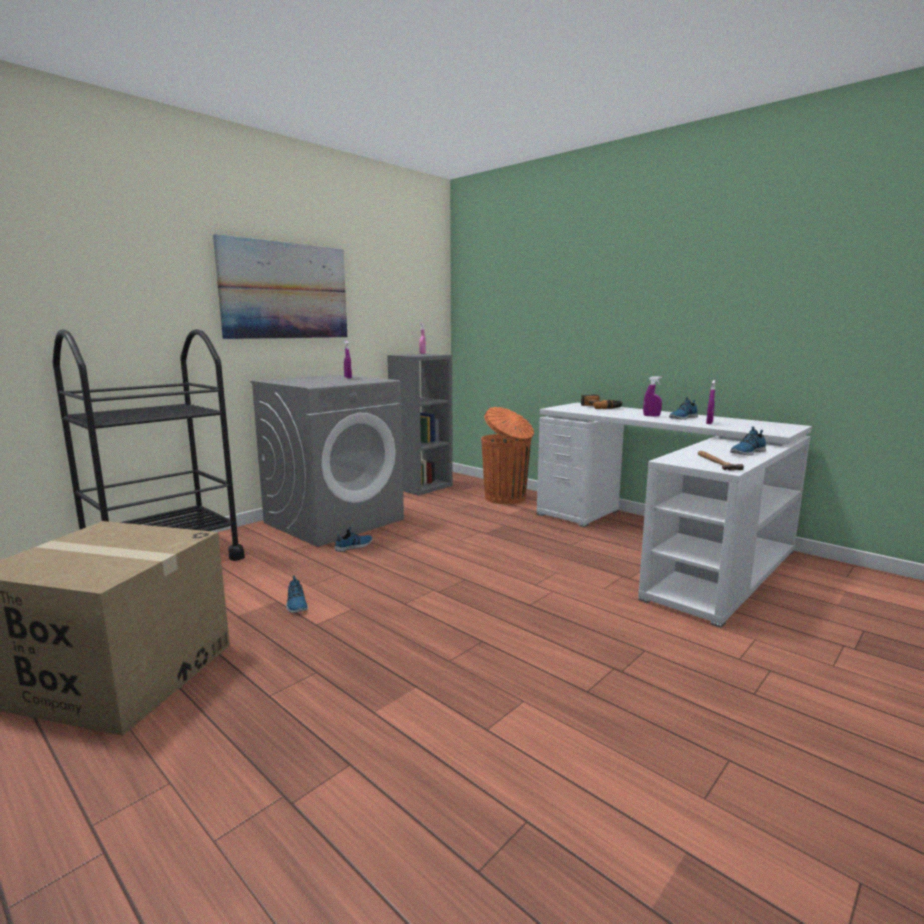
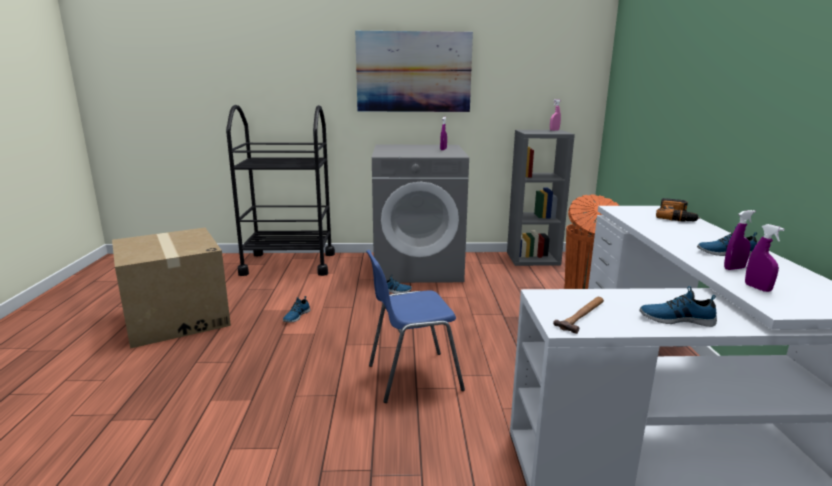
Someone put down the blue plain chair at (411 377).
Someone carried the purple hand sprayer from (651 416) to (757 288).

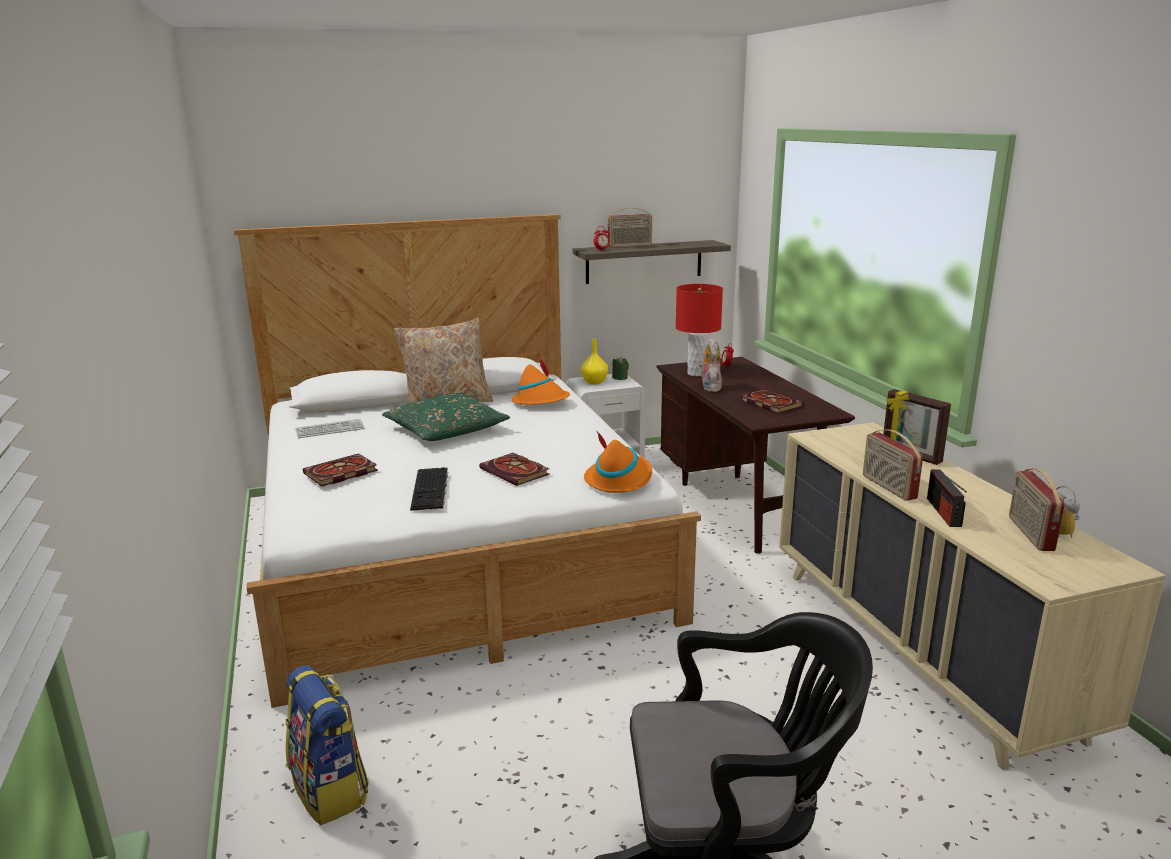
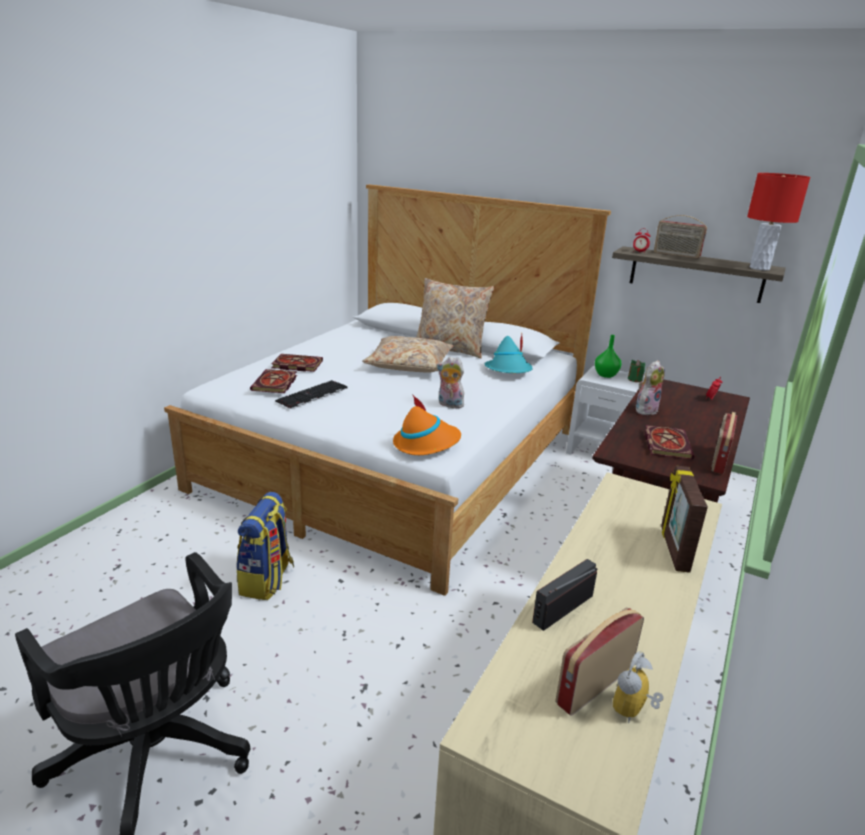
Someone carried the knapsack from (331 790) to (267 580).
Someone carried the volume from (516 472) to (275 384).
Someone repainted the green throw pillow at (446 430), which became the beige-coloured throw pillow at (409 365).
Someone put down the soft toy at (449 405).
Someone repainted the orange-coloured hat at (541 401), which became the turquoise hat at (509 370).
Someone repainted the yellowish decorative vase at (594 382), which became the green decorative vase at (605 375).
Someone carried the radio set from (888 487) to (719 460).
Someone carried the red-coloured lamp for a table from (696 373) to (759 268).
Someone took away the keyboard at (330 430).

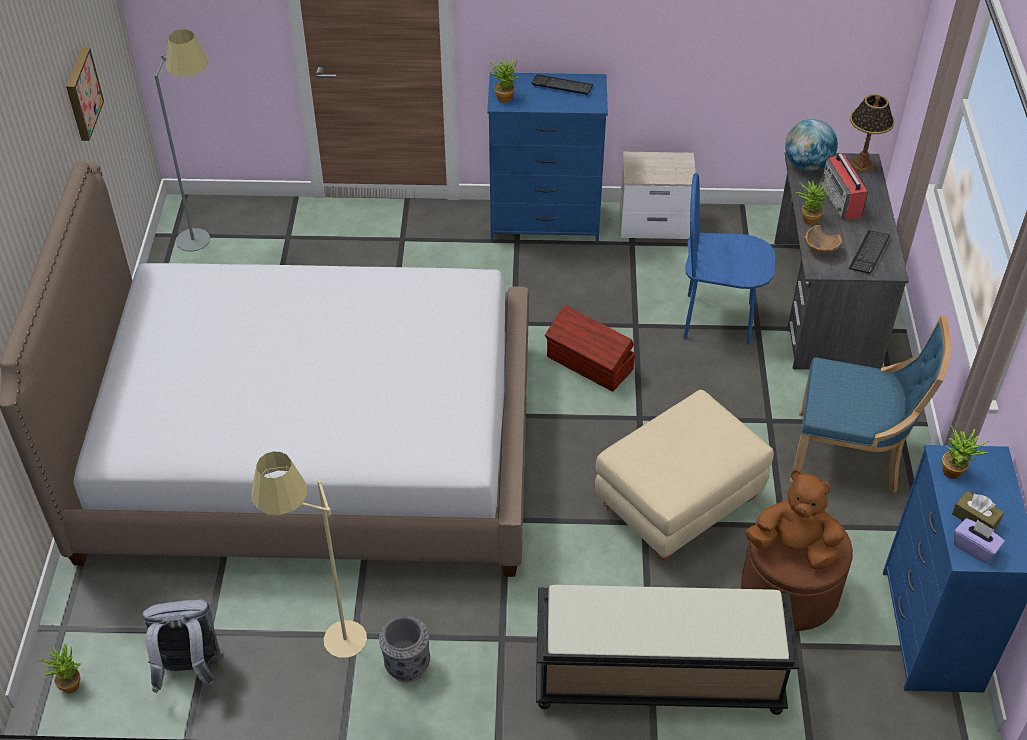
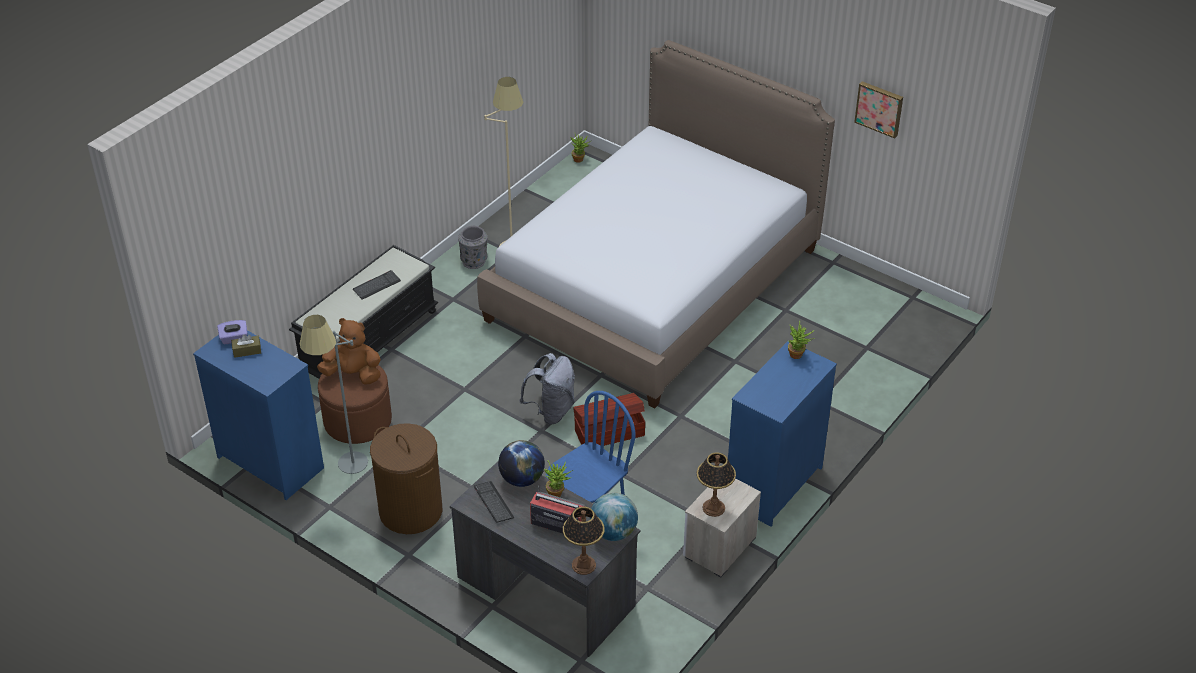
Someone carried the greyish floor lamp from (208 237) to (346 472).
Someone rotated the brownish soft toy at (793 547) by 135 degrees counterclockwise.
Someone carried the keyboard from (562 85) to (376 286).
Someone swapped the blue plain chair at (851 456) for the brownish laundry basket at (410 511).
Someone swapped the brownish serving bowl at (820 250) for the globe at (522 479).
Someone carried the greyish knapsack from (190 670) to (551 411).
Someone put down the lamp for a table at (714 508).
Someone took away the beige-coloured pouffe at (678 508).
Someone took away the plant in a pot at (955 471).

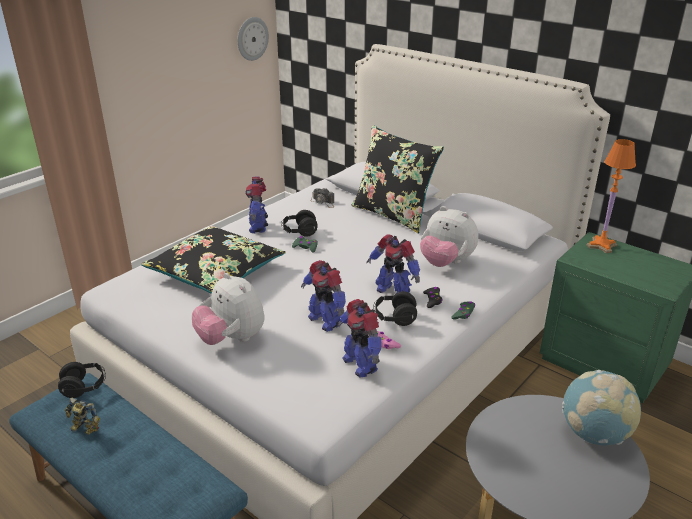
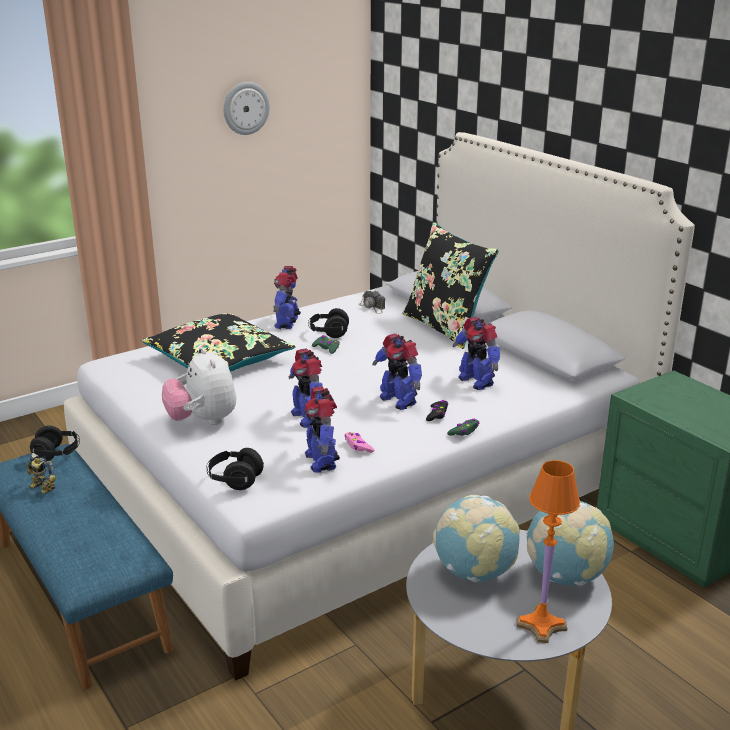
Someone carried the black headset from (394 318) to (234 480).
Someone carried the hanging clock from (252 38) to (245 108).
Someone put down the globe at (474 573).
Someone swapped the soft toy at (446 263) for the toy robot at (476 381).
Someone carried the orange-coloured lamp for a table from (601 245) to (541 625).

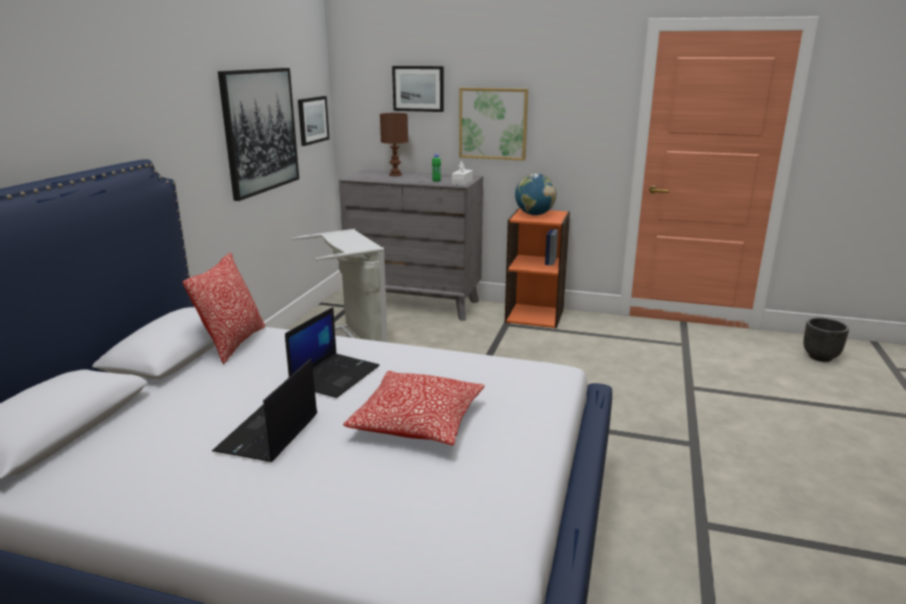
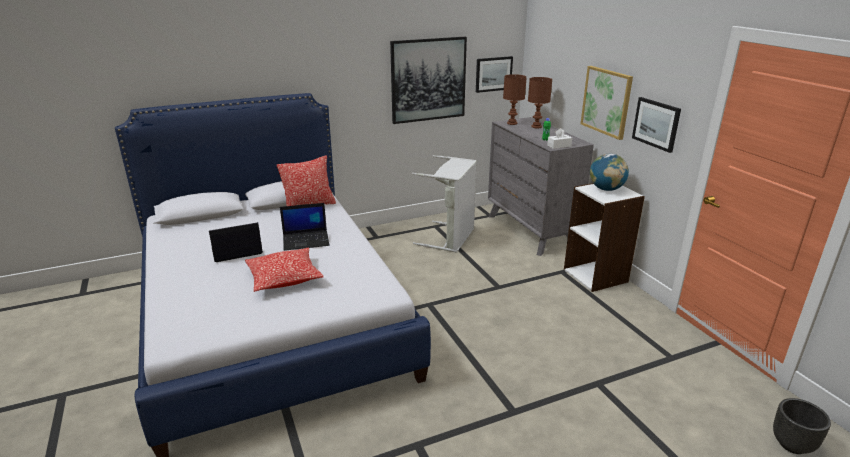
Someone put down the brownish lamp for a table at (512 123).
Someone repainted the orange-coloured bookshelf at (535 315), which became the white bookshelf at (596 275).
Someone carried the wall art from (418 88) to (656 124).

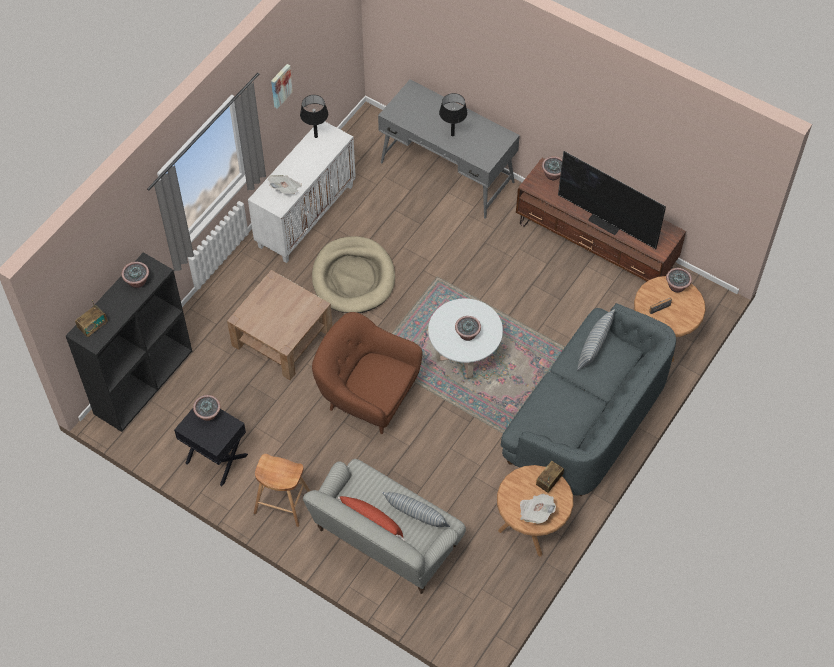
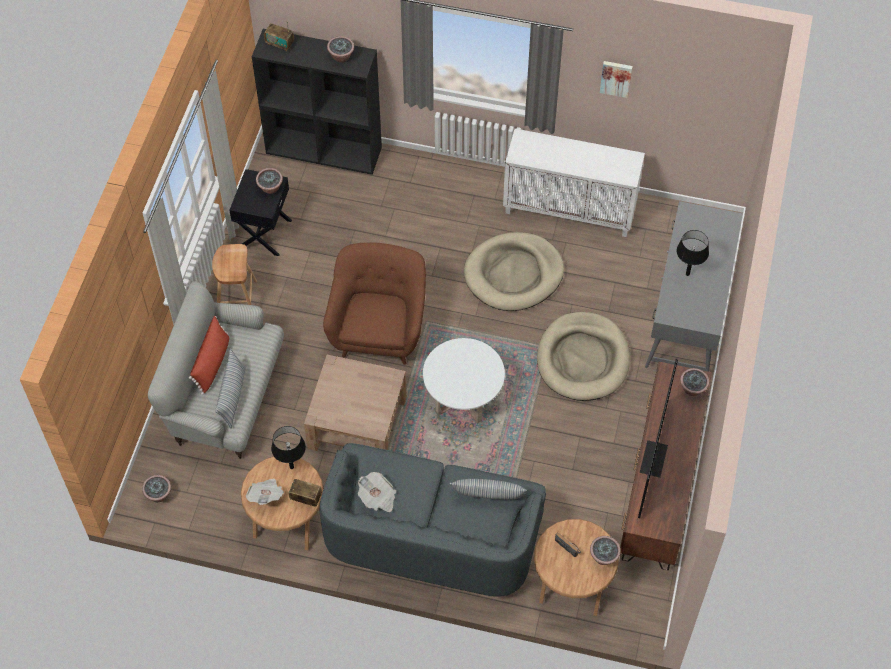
Someone carried the plant in a pot from (467 334) to (159 495).
Someone carried the black lamp for a table from (316 136) to (291 467).
Someone carried the brownish coffee table from (282 337) to (357 422).
Someone carried the printed paper from (285 189) to (377 498).
Someone put down the beige-coloured pet bed at (583 359).

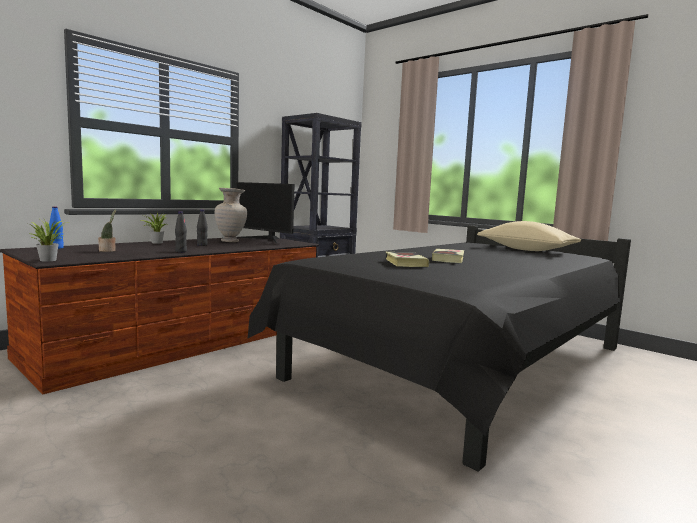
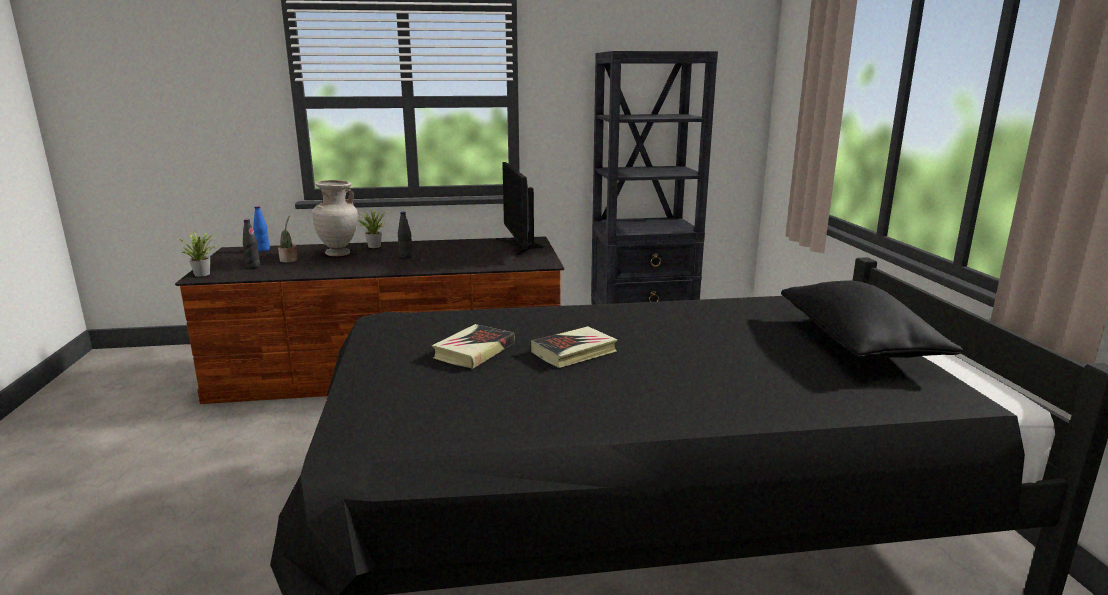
Someone carried the black bottle from (181 251) to (253 266).
Someone carried the beige-coloured decorative vase from (230 241) to (339 254).
Someone repainted the beige-coloured throw pillow at (526 250), which became the black throw pillow at (857 343).

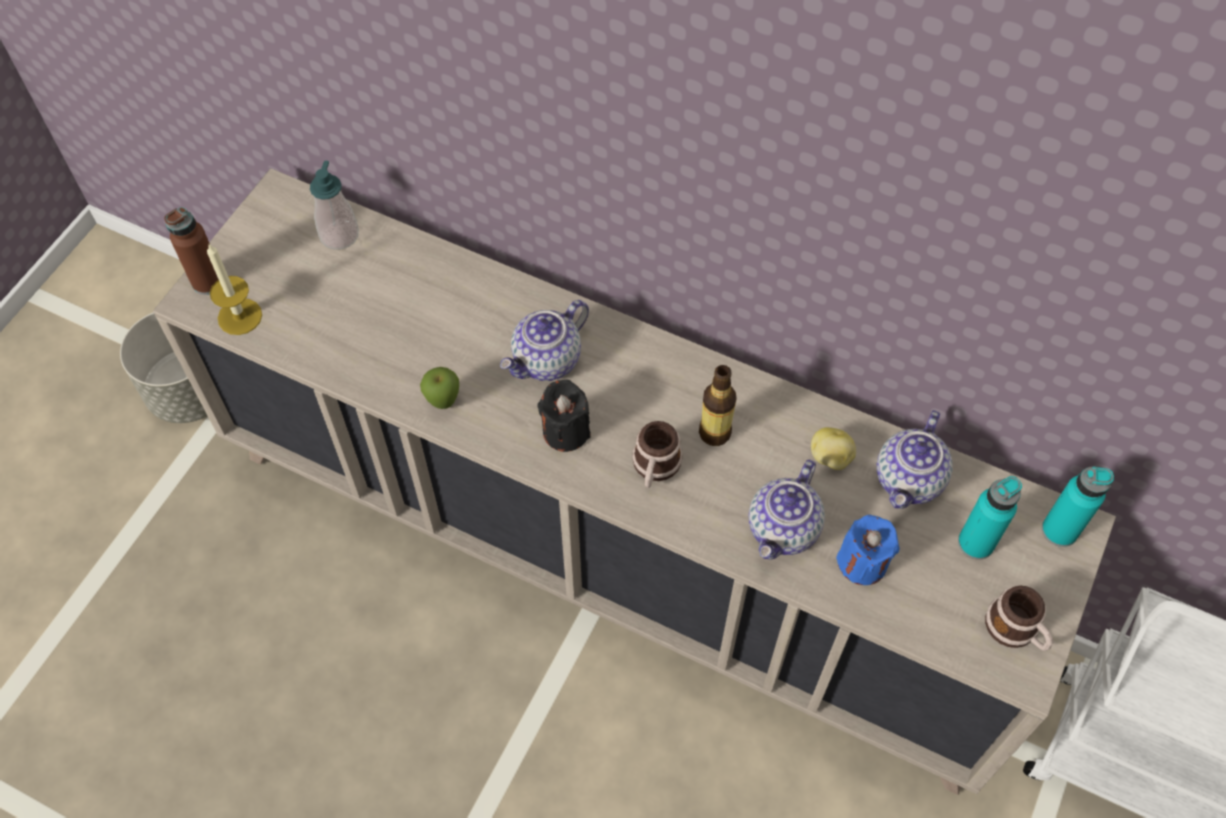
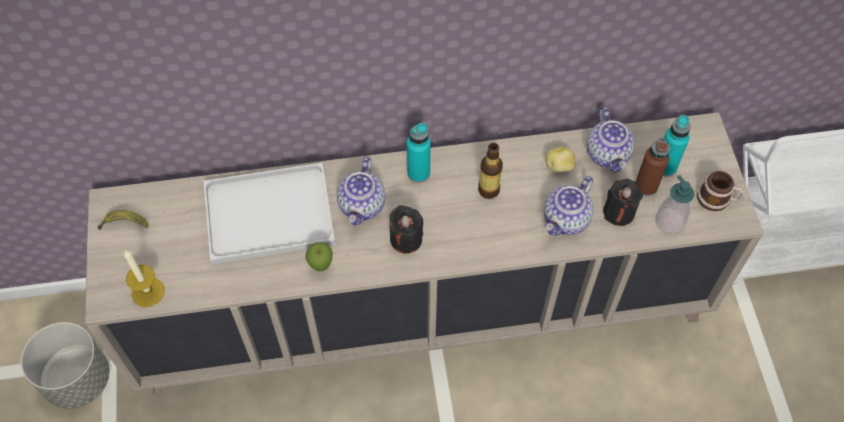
Someone put down the whole banana at (124 224).
Someone put down the white serving tray at (271 213).
Someone carried the turquoise bottle from (1059 530) to (418 173).
Someone rotated the pot for tea at (784 530) by 45 degrees clockwise.
Someone repainted the blue candle at (862 562), which became the black candle at (619 212).
Someone carried the brownish bottle from (208 282) to (646 186).
Someone carried the soap bottle from (339 235) to (669 222).
Someone took away the mug at (655 467).

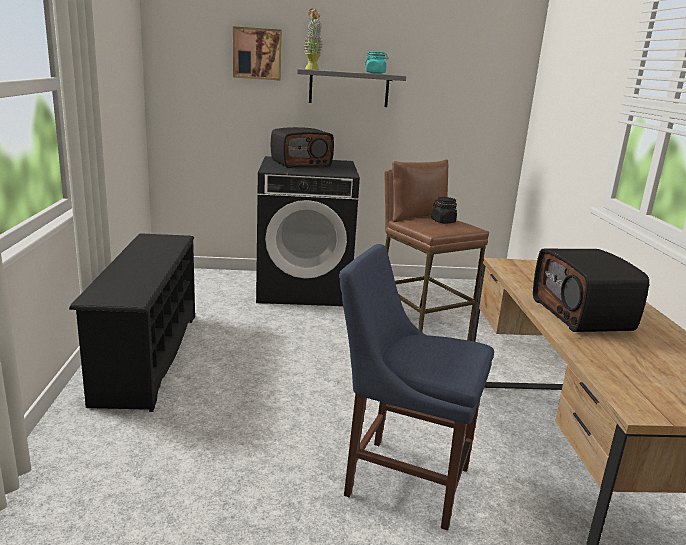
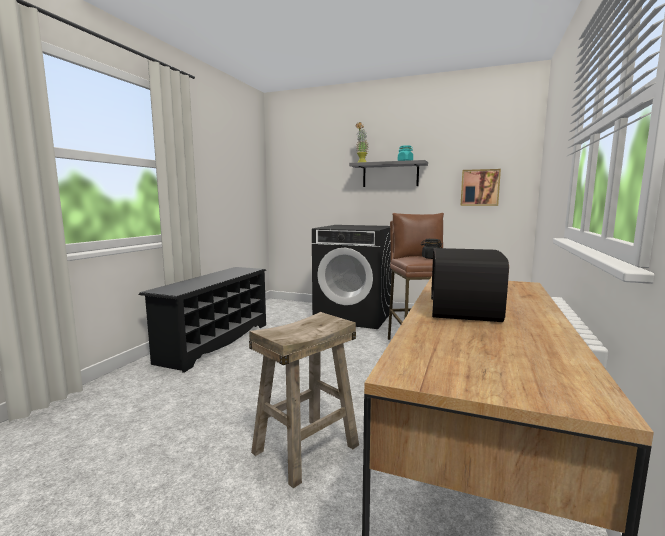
Someone swapped the blue plain chair at (401 478) for the beige-coloured stool seat at (305 448).
Someone carried the wall art from (257 53) to (480 187).
Someone took away the radio set at (301 164).

